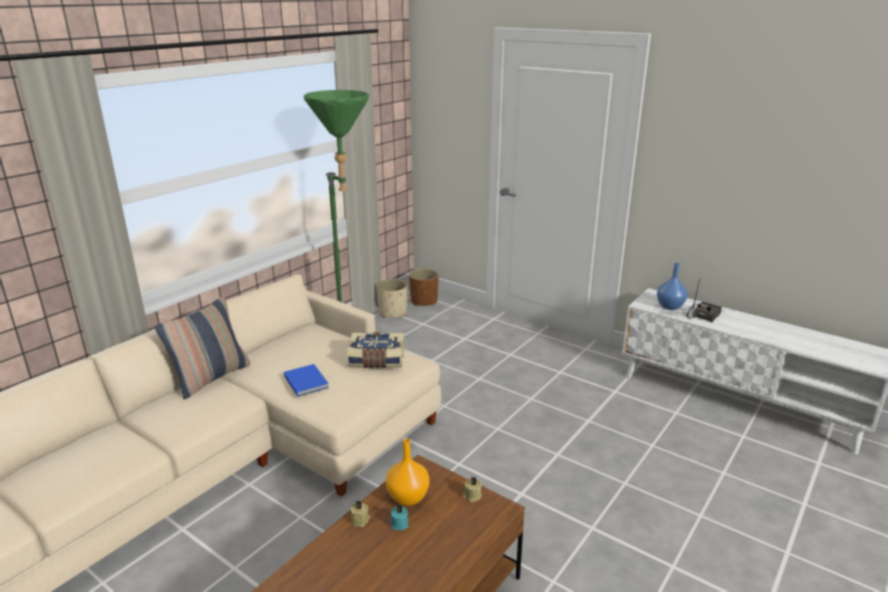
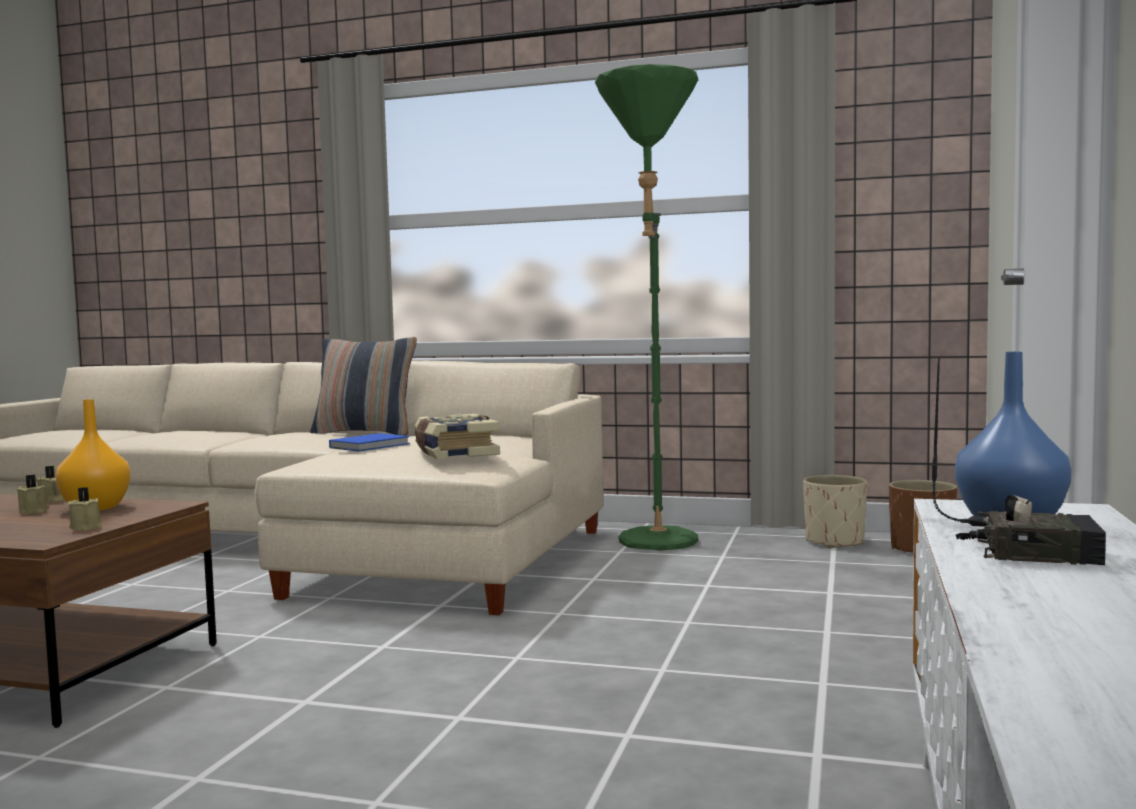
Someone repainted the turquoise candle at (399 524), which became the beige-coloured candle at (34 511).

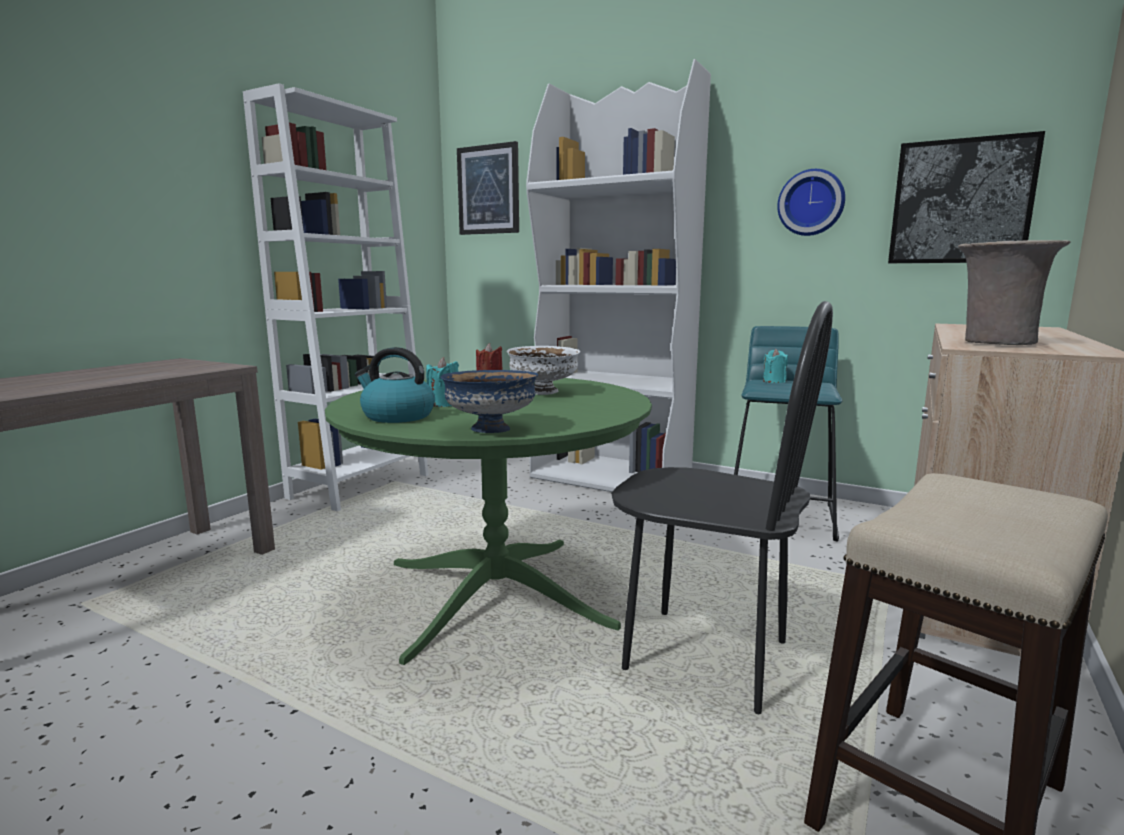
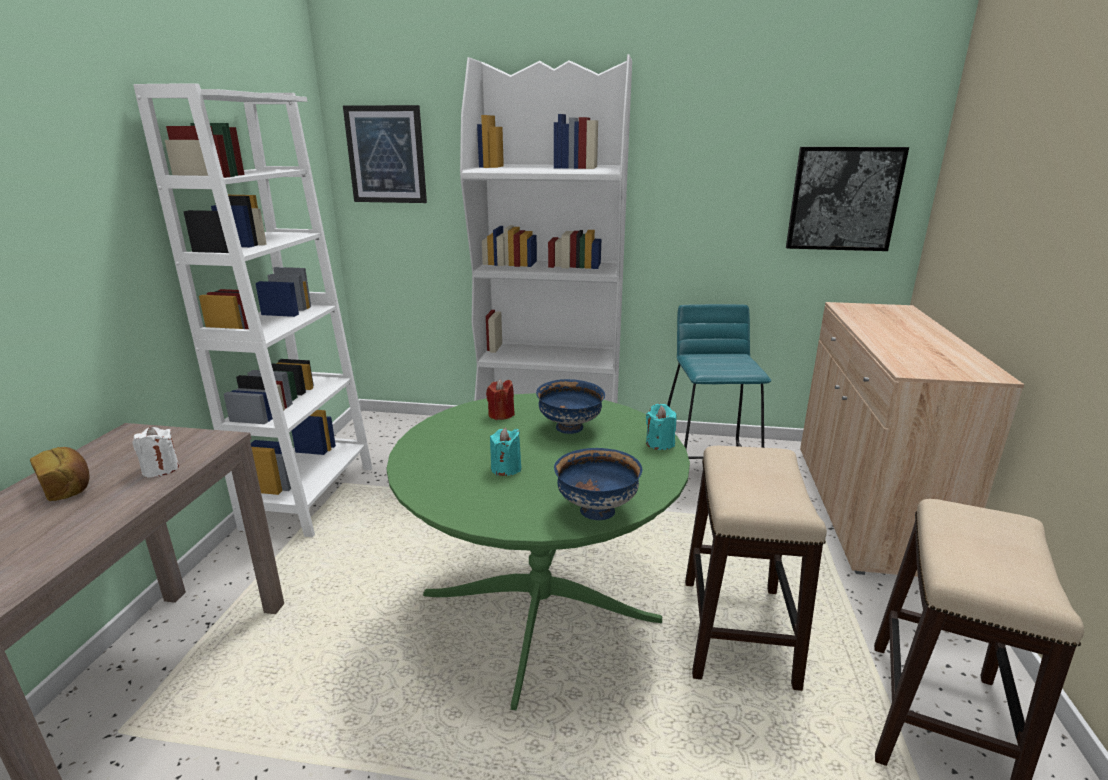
Someone put down the bread at (67 487).
Someone put down the white candle at (160 469).
Someone repainted the white serving bowl at (544 392), which became the blue serving bowl at (570 428).
Someone carried the turquoise candle from (774 381) to (659 443).
Someone swapped the black plain chair at (706 656) for the stool seat at (737 631).
Someone took away the water kettle at (397 416).
Someone took away the hanging clock at (811 203).
Someone took away the beige-coloured decorative vase at (996 343).

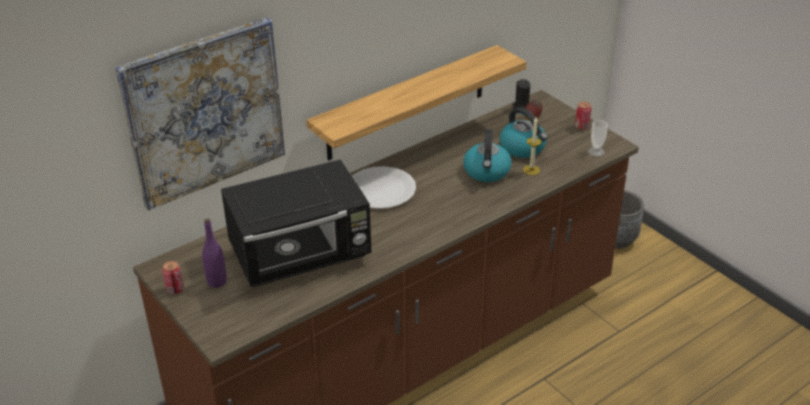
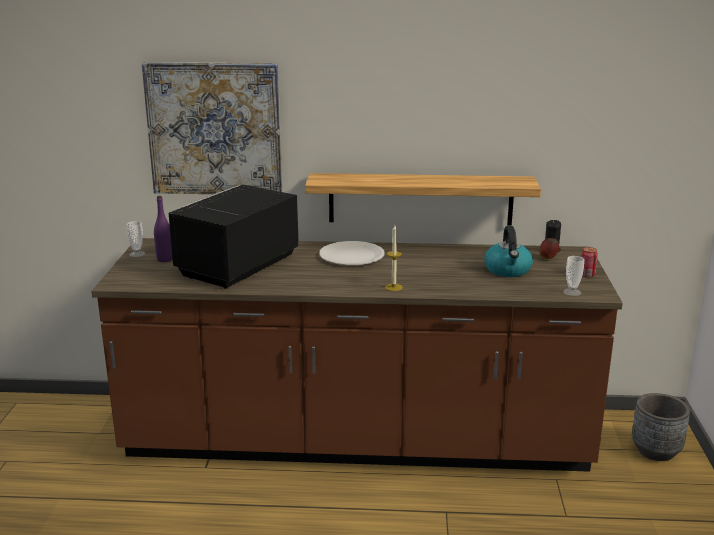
Someone swapped the metal can at (175 289) for the small cup at (137 254).
Someone rotated the black kitchen microwave at (302 256) by 105 degrees clockwise.
Someone carried the candle from (531 170) to (393 287).
Someone took away the water kettle at (487 172).

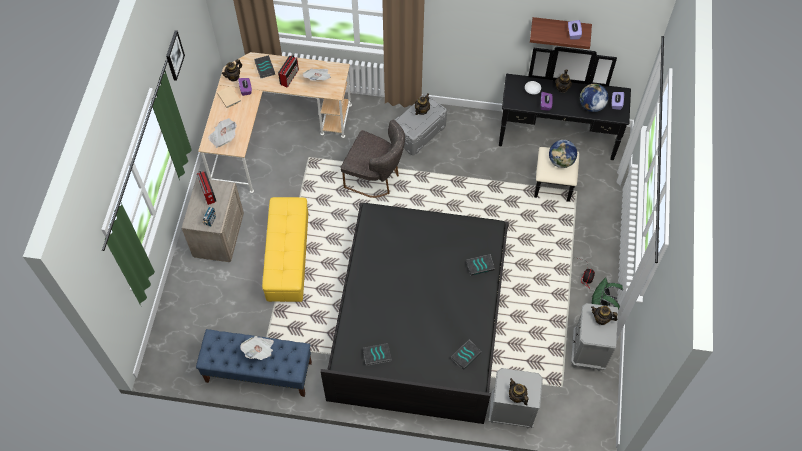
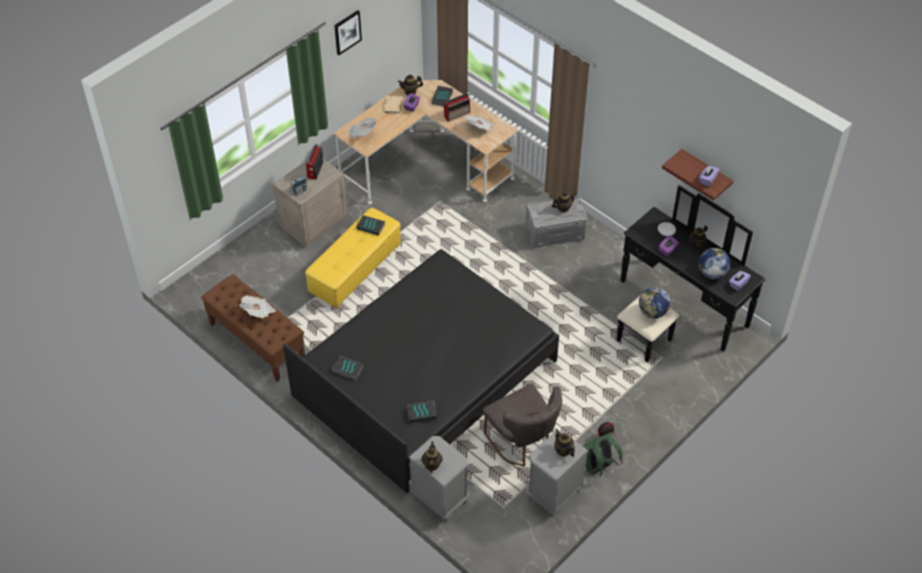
Someone repainted the blue indoor bench at (258 372), which became the brownish indoor bench at (256 341).
Someone carried the volume from (480 265) to (371 226).
Someone carried the greyish plain chair from (376 178) to (523 443).

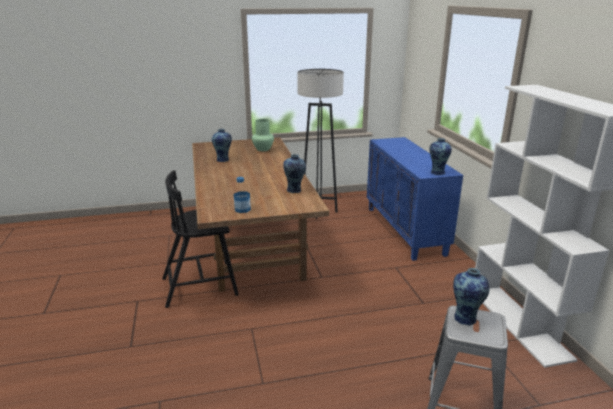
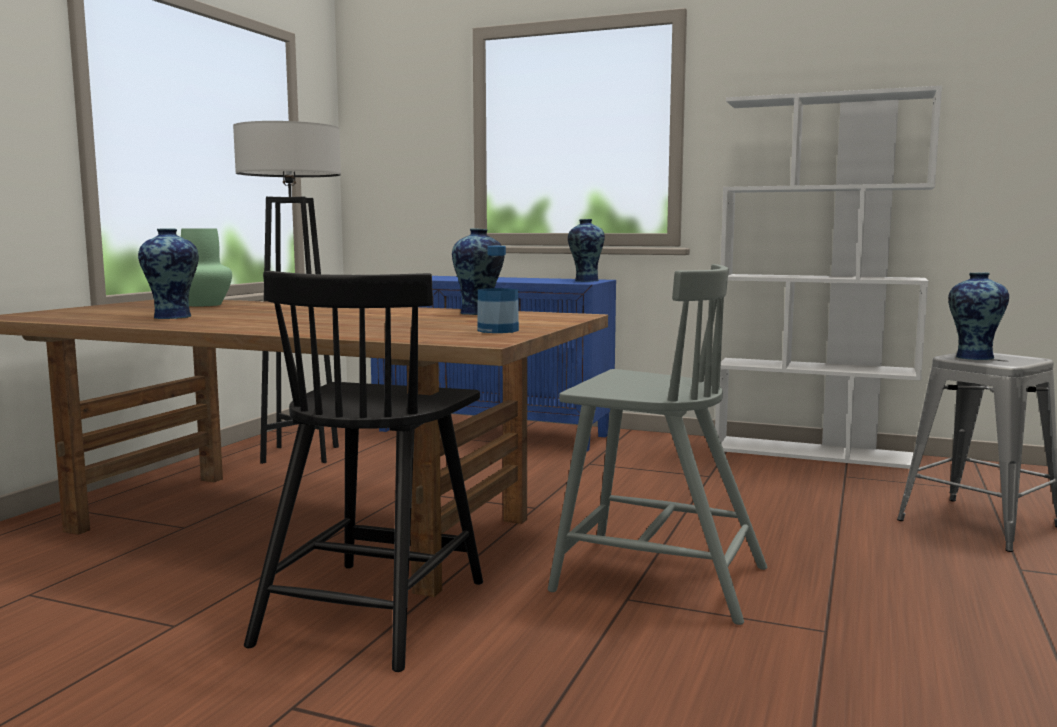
Someone put down the greyish plain chair at (656 578).

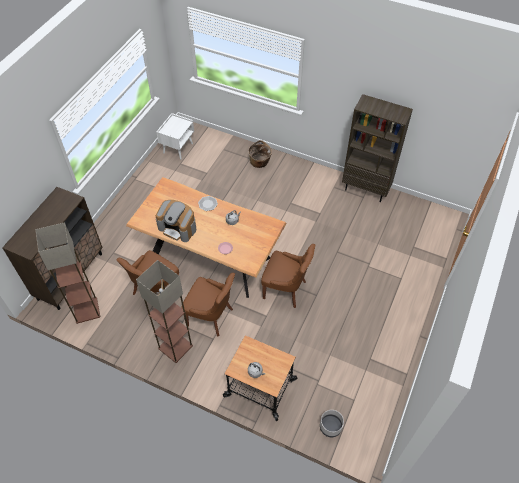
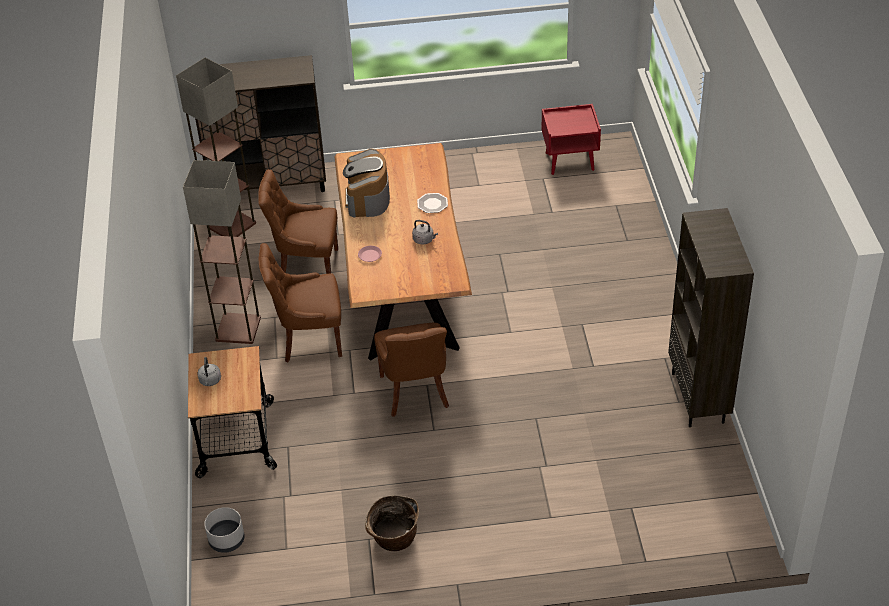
Someone rotated the brownish plain chair at (211 317) by 90 degrees clockwise.
Someone carried the household basket from (260 163) to (394 539).
Someone repainted the white night table at (178 148), which became the red-coloured night table at (570 161).

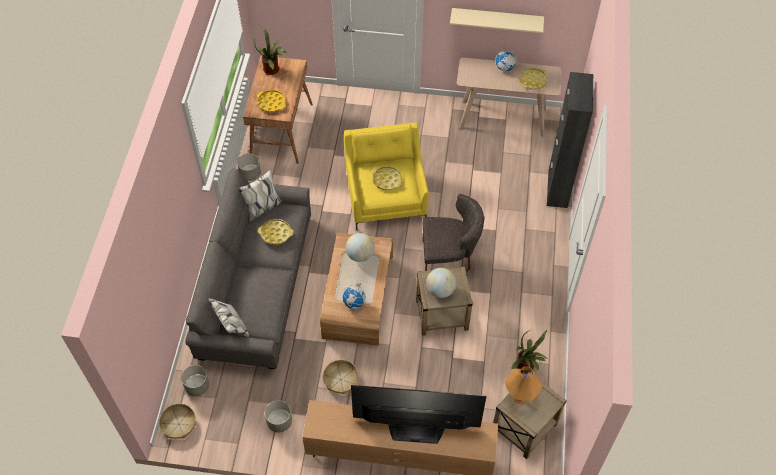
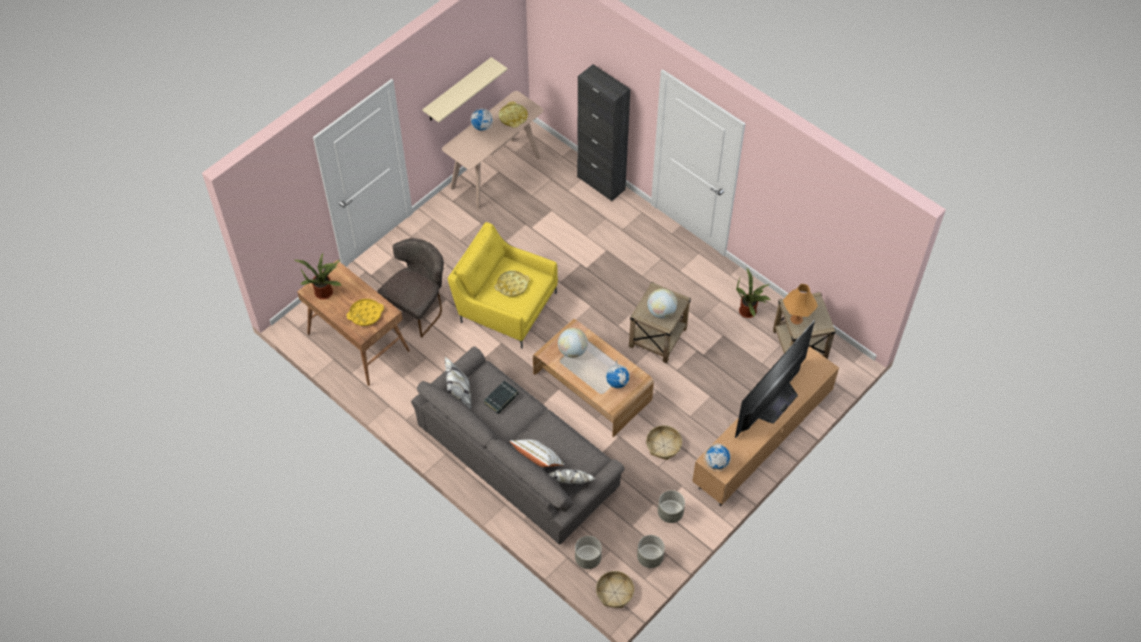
Someone carried the greyish plain chair from (449 259) to (418 308).
Someone swapped the yellowish serving tray at (276 234) for the black volume at (501 399).
Someone put down the white throw pillow at (538 462).
Someone carried the greyish flower pot from (250 174) to (650 557).
Someone put down the globe at (716 463).

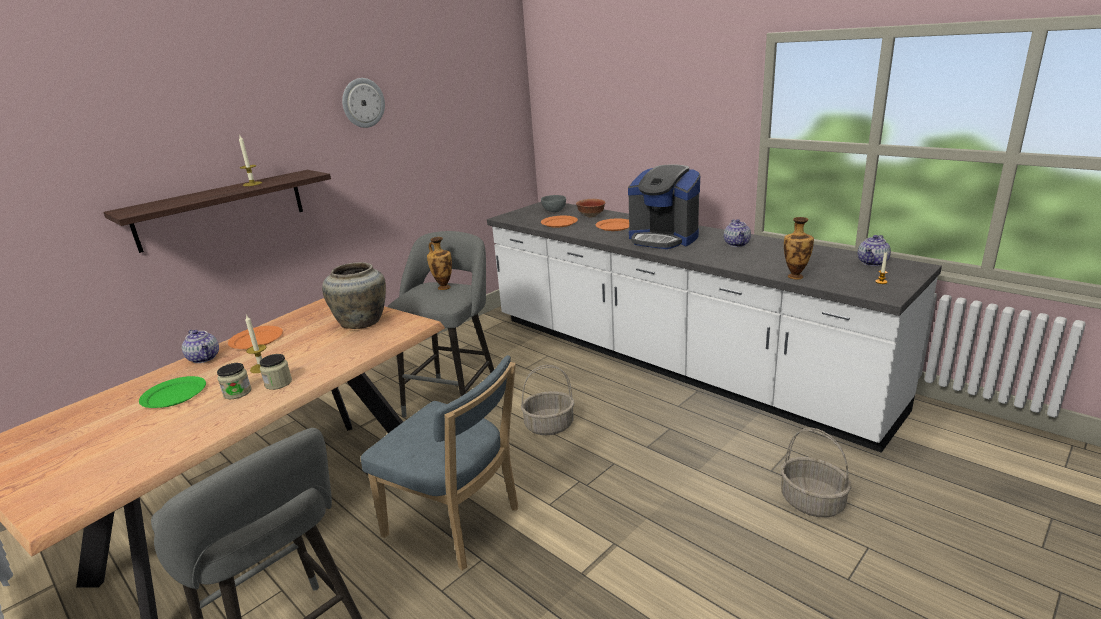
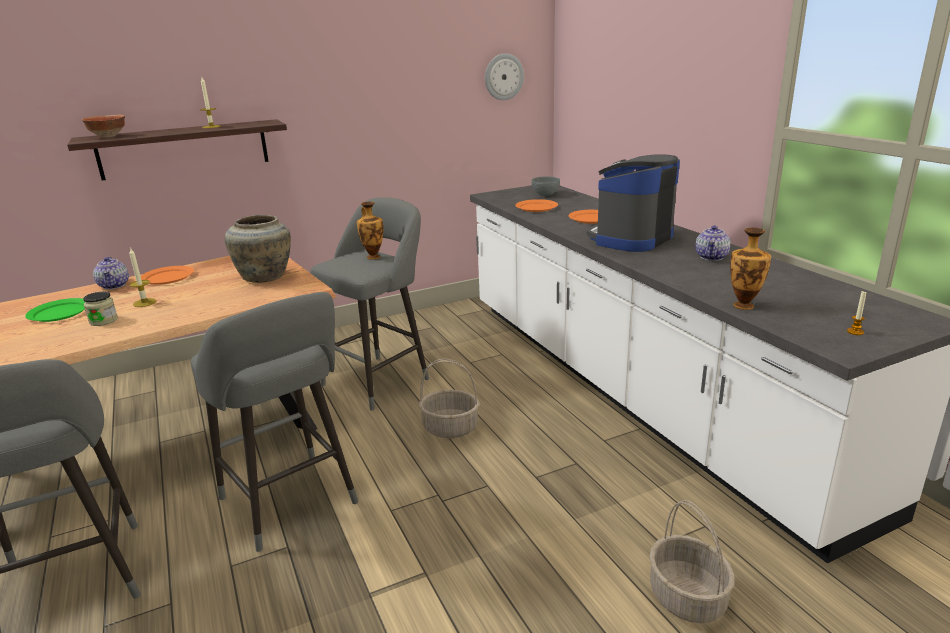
Someone carried the serving bowl from (591 216) to (109 136).
Someone swapped the blue plain chair at (457 524) for the greyish stool seat at (291 504).
Someone carried the hanging clock from (363 103) to (503 77).
Someone rotated the coffee brewer at (663 238) by 75 degrees clockwise.
Someone took away the preserve jar at (278 383).
Someone took away the pot for tea at (872 263).

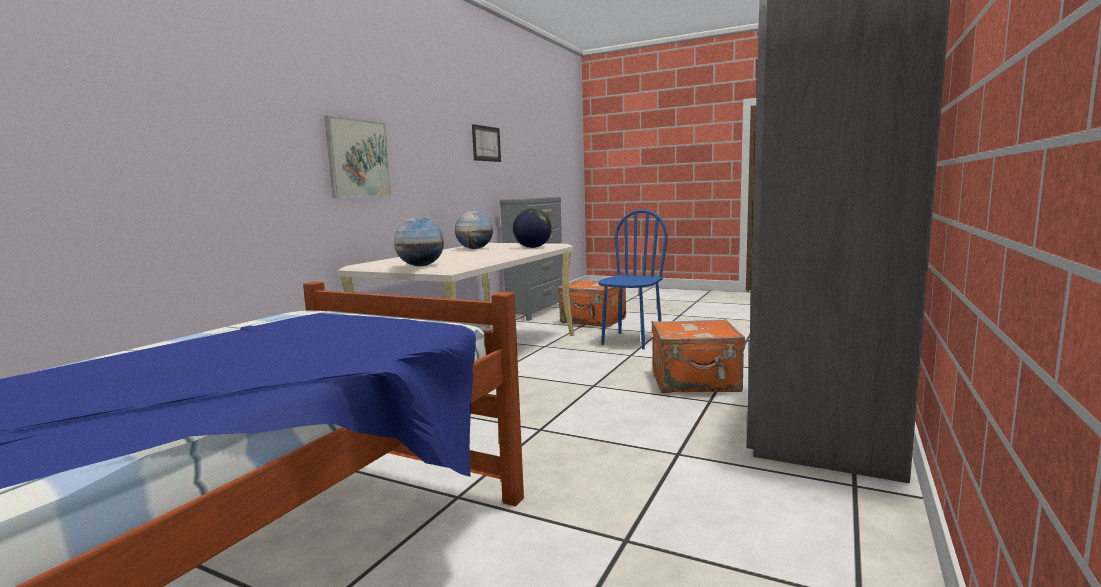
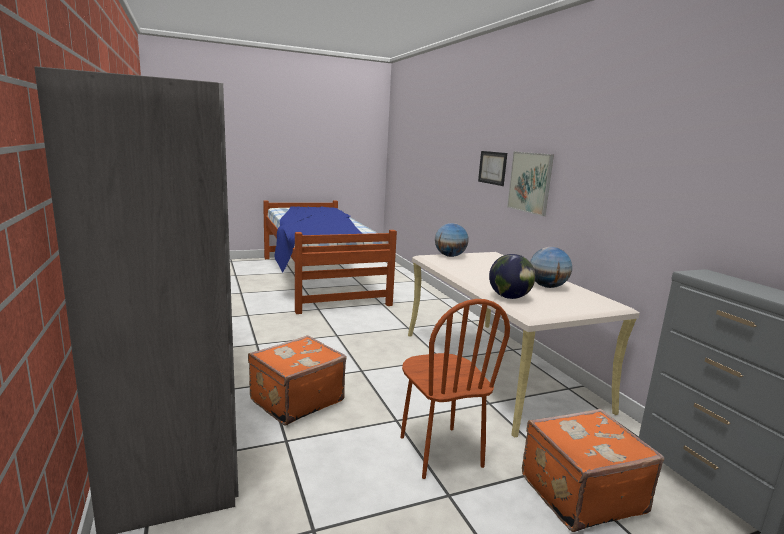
Someone repainted the blue plain chair at (631 341), which became the brownish plain chair at (439 451).
Someone carried the wall art from (486 143) to (492 167).

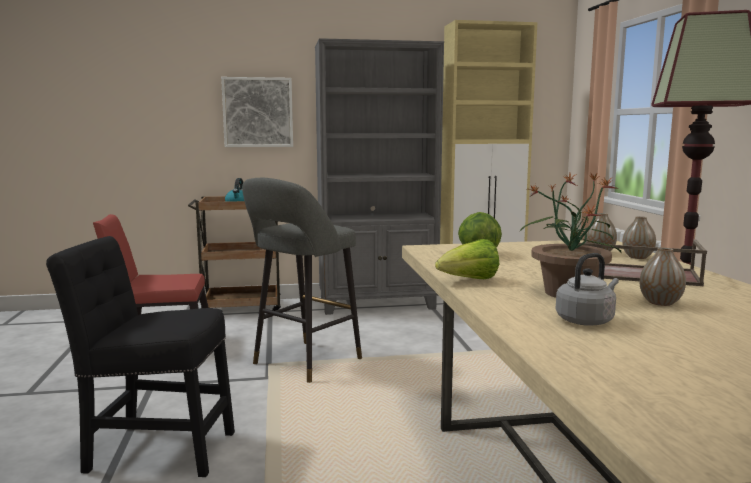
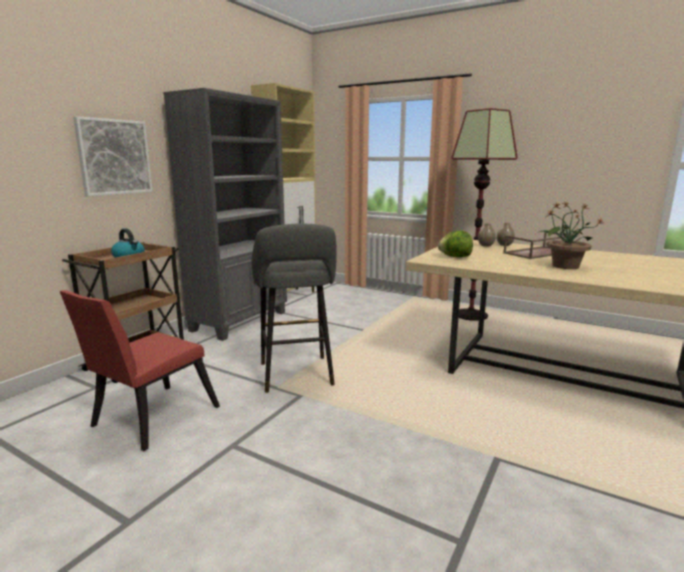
Someone took away the black plain chair at (155 450).
Someone took away the lettuce at (469 280).
Someone took away the greyish water kettle at (586 320).
Someone took away the decorative vase at (660 303).

